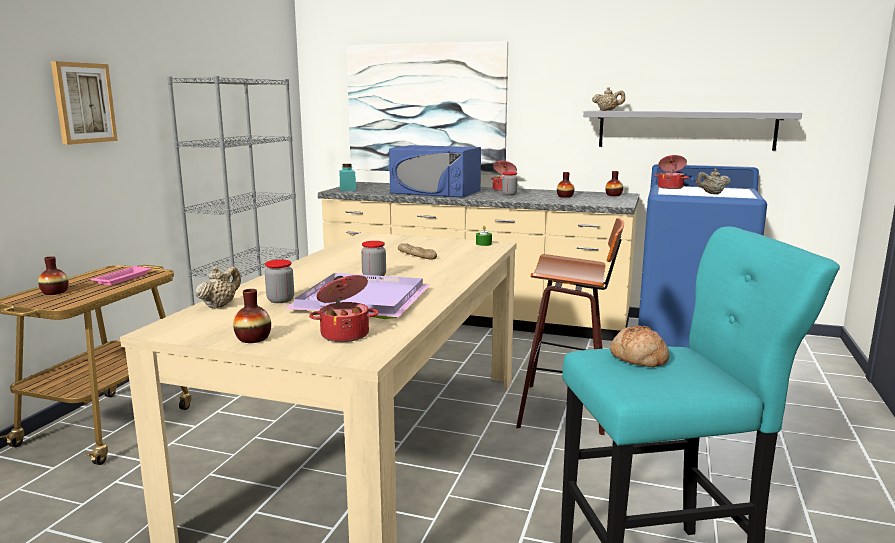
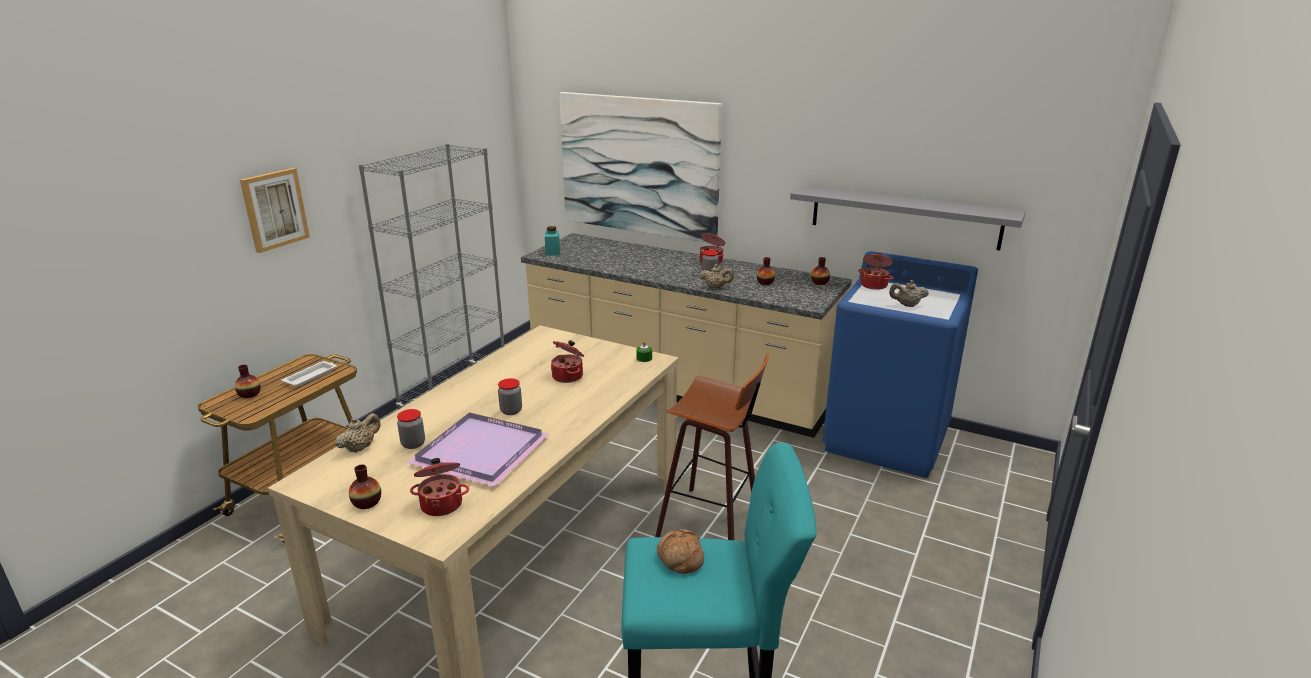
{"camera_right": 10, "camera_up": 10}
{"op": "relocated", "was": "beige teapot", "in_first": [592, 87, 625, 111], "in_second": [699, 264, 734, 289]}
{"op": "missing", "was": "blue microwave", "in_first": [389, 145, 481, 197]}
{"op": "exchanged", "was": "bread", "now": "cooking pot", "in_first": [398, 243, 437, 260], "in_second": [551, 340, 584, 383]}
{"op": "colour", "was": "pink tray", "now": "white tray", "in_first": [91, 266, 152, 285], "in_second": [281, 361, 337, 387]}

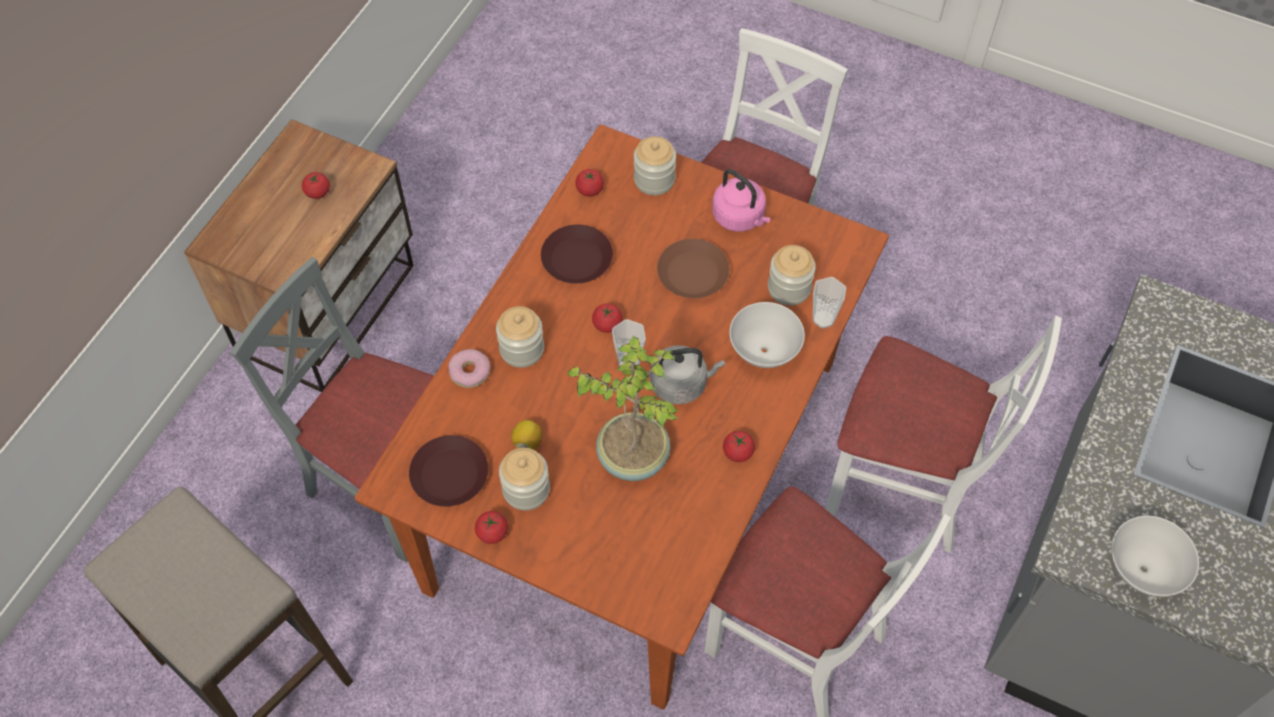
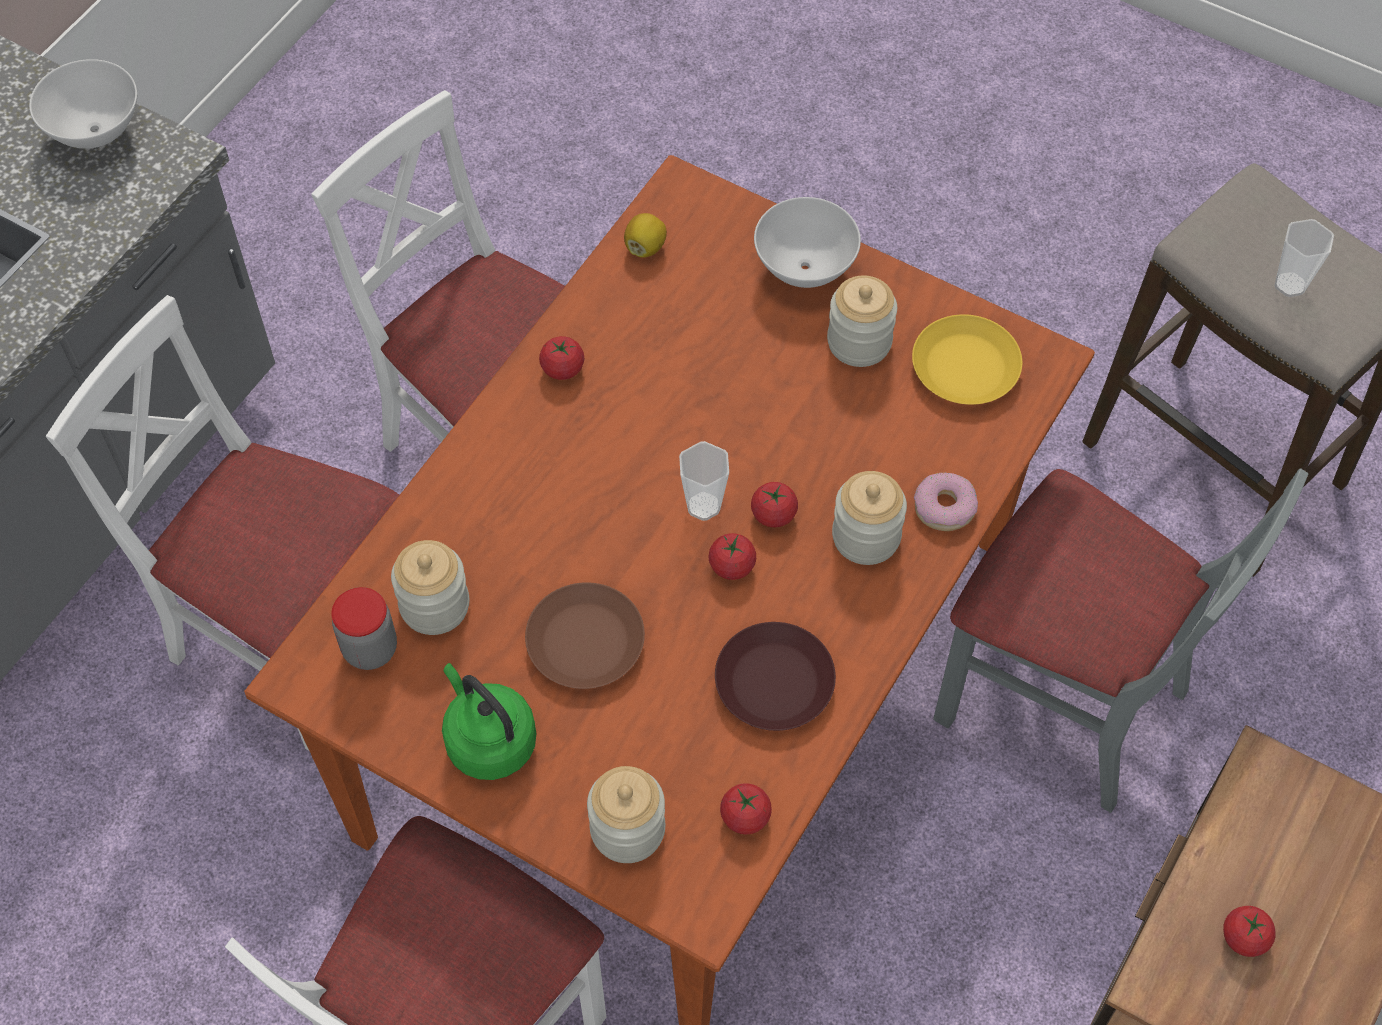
{"camera_right": -175, "camera_up": 0}
{"op": "colour", "was": "pink kettle", "now": "green kettle", "in_first": [712, 169, 771, 232], "in_second": [442, 663, 536, 780]}
{"op": "relocated", "was": "cup", "in_first": [813, 277, 846, 328], "in_second": [1274, 219, 1334, 297]}
{"op": "relocated", "was": "white bowl", "in_first": [729, 302, 805, 368], "in_second": [754, 197, 861, 288]}
{"op": "missing", "was": "potted plant", "in_first": [567, 335, 679, 481]}
{"op": "missing", "was": "grey kettle", "in_first": [650, 346, 725, 404]}
{"op": "relocated", "was": "lemon", "in_first": [511, 420, 542, 450], "in_second": [624, 213, 667, 258]}
{"op": "colour", "was": "brown plate", "now": "yellow plate", "in_first": [409, 435, 488, 507], "in_second": [912, 314, 1022, 405]}
{"op": "relocated", "was": "tomato", "in_first": [475, 511, 508, 544], "in_second": [751, 482, 798, 527]}
{"op": "appeared", "now": "jar", "in_second": [332, 587, 397, 670]}

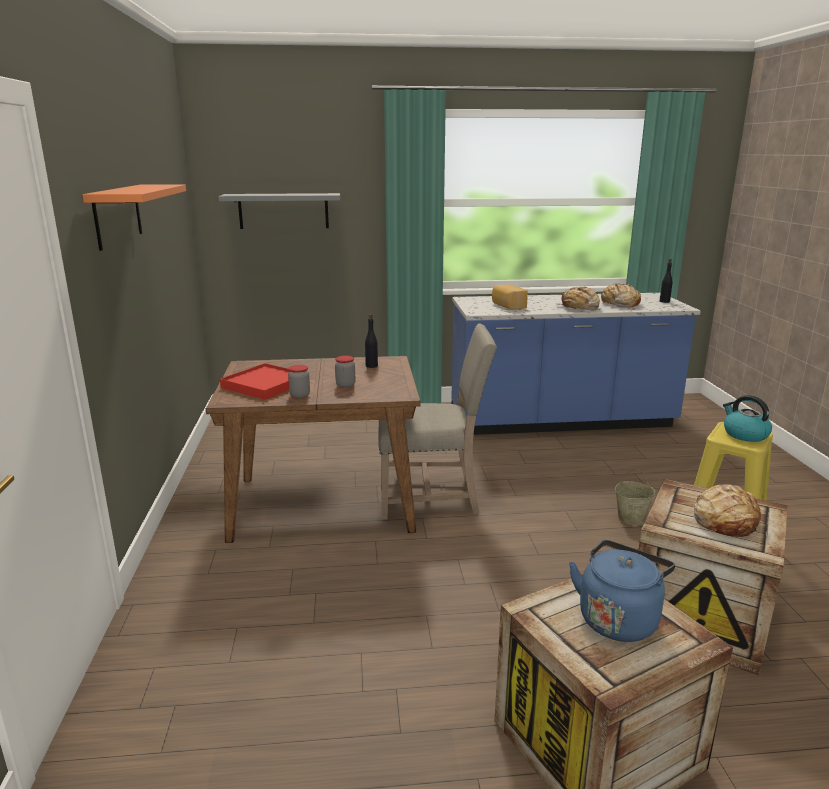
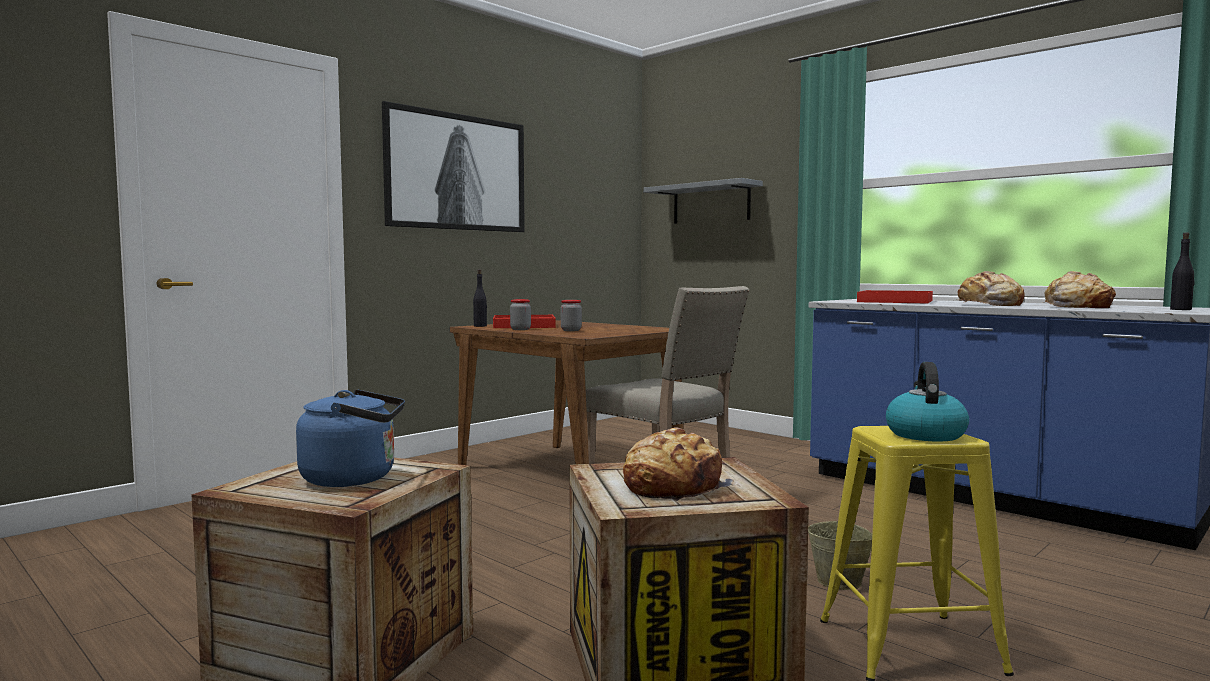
{"camera_right": 50, "camera_up": -15}
{"op": "exchanged", "was": "orange shelf", "now": "picture", "in_first": [83, 184, 186, 251], "in_second": [382, 101, 525, 232]}
{"op": "exchanged", "was": "bread", "now": "red tray", "in_first": [492, 284, 528, 310], "in_second": [857, 290, 933, 303]}
{"op": "relocated", "was": "black bottle", "in_first": [365, 314, 378, 368], "in_second": [473, 269, 487, 327]}

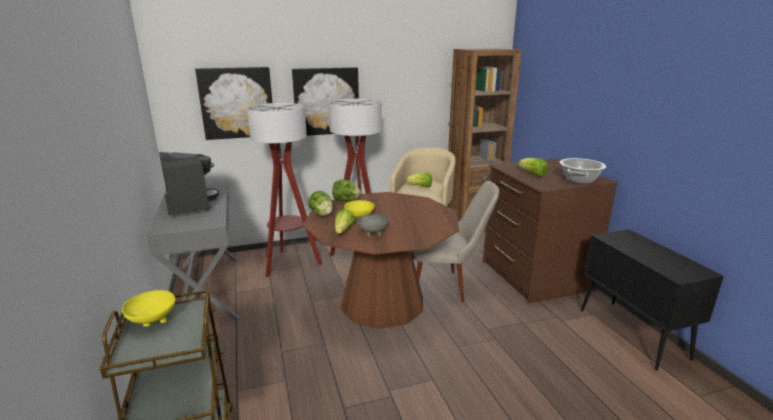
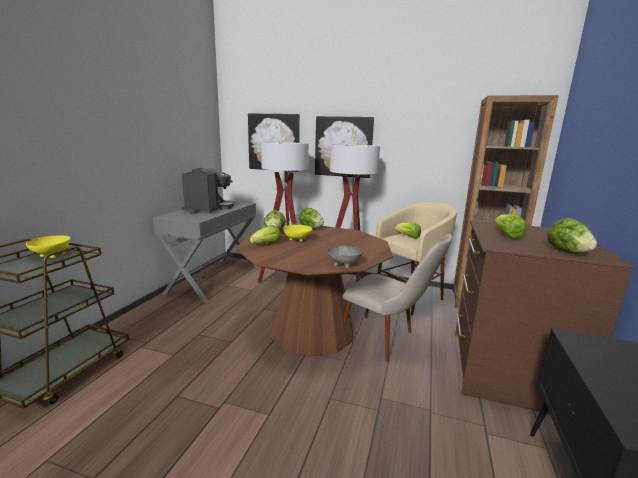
{"camera_right": 35, "camera_up": -5}
{"op": "exchanged", "was": "cooking pot", "now": "lettuce", "in_first": [560, 158, 606, 184], "in_second": [547, 218, 597, 254]}
{"op": "relocated", "was": "grey bowl", "in_first": [356, 214, 389, 236], "in_second": [327, 245, 363, 268]}

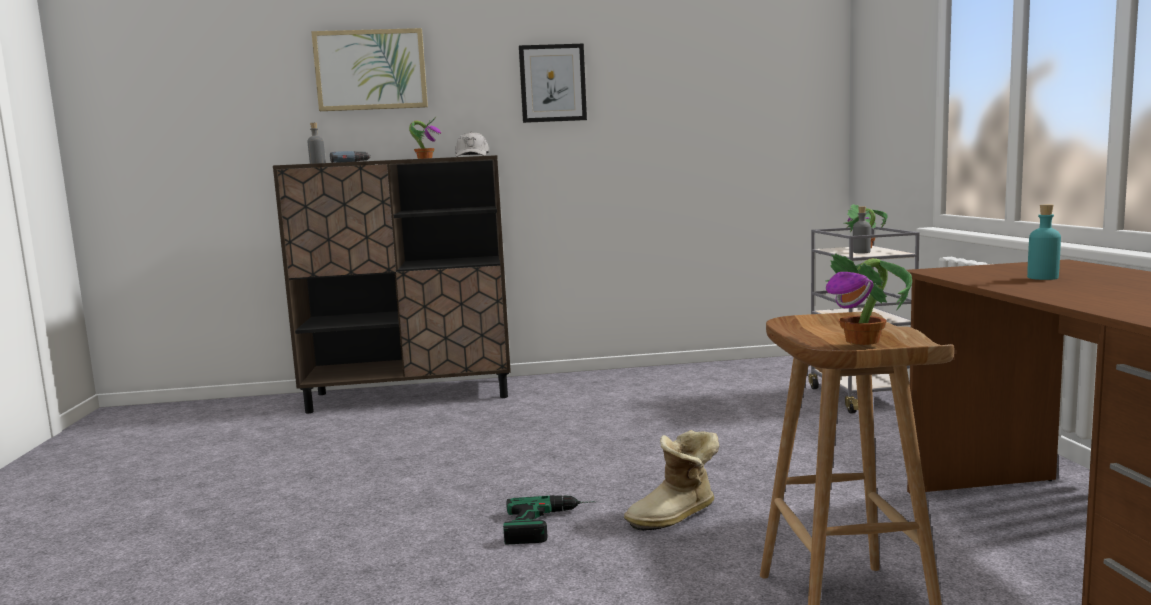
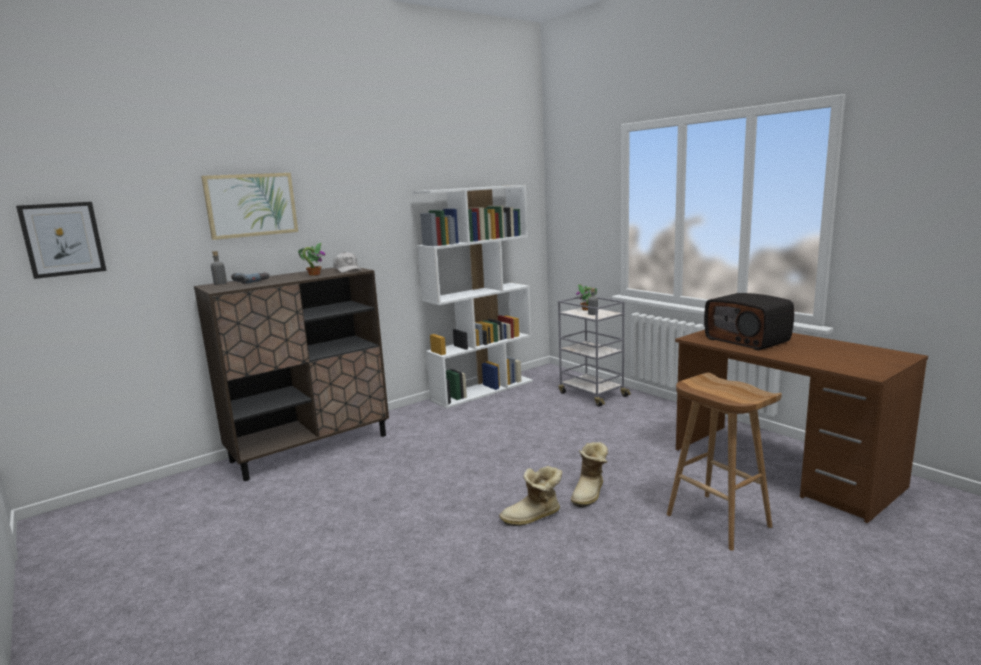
{"camera_right": -30, "camera_up": 5}
{"op": "relocated", "was": "picture", "in_first": [519, 44, 587, 123], "in_second": [16, 202, 107, 279]}
{"op": "exchanged", "was": "turquoise bottle", "now": "radio", "in_first": [1027, 204, 1061, 280], "in_second": [704, 293, 794, 351]}
{"op": "missing", "was": "potted plant", "in_first": [825, 253, 912, 345]}
{"op": "exchanged", "was": "power drill", "now": "boot", "in_first": [503, 495, 596, 545], "in_second": [499, 466, 562, 526]}
{"op": "appeared", "now": "white bookcase", "in_second": [413, 185, 533, 409]}

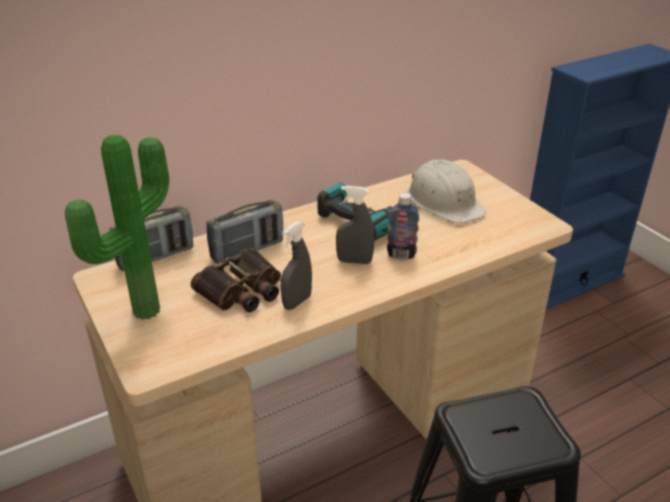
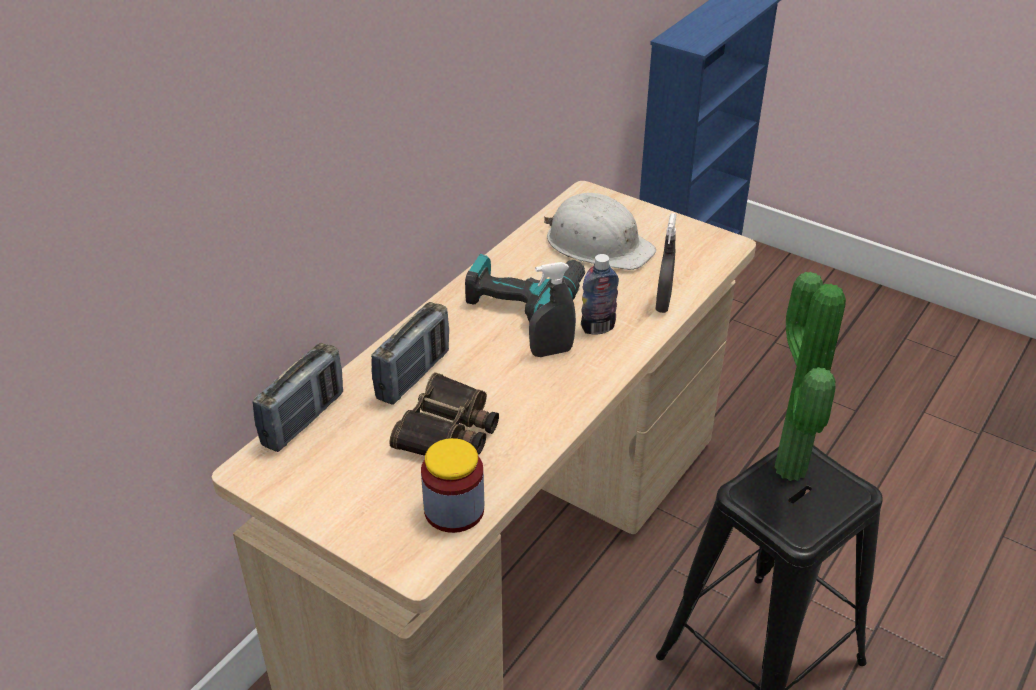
{"camera_right": -25, "camera_up": 5}
{"op": "relocated", "was": "potted plant", "in_first": [65, 135, 169, 320], "in_second": [775, 272, 846, 481]}
{"op": "relocated", "was": "grey spray bottle", "in_first": [281, 221, 312, 310], "in_second": [655, 213, 677, 313]}
{"op": "appeared", "now": "jar", "in_second": [421, 438, 484, 533]}

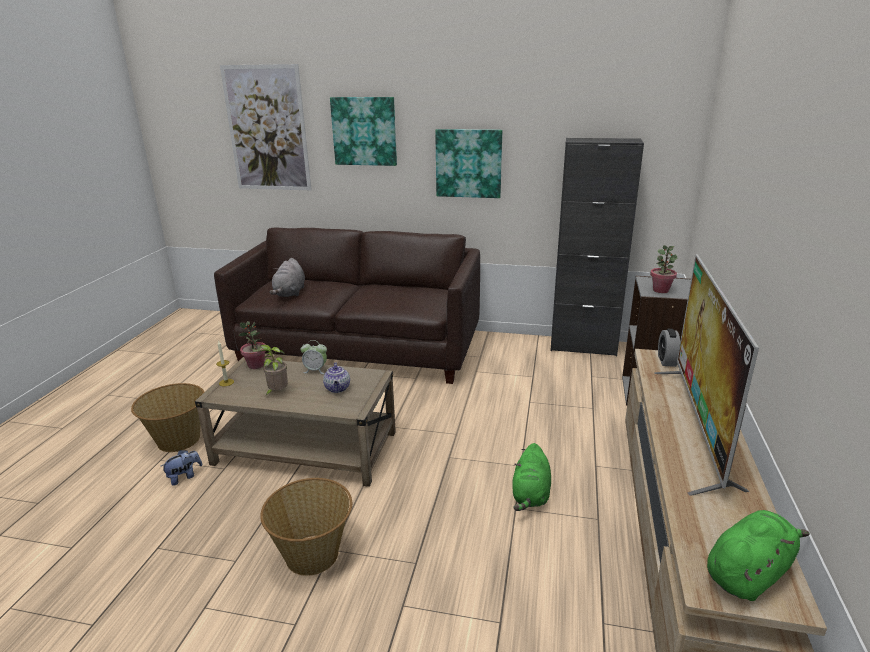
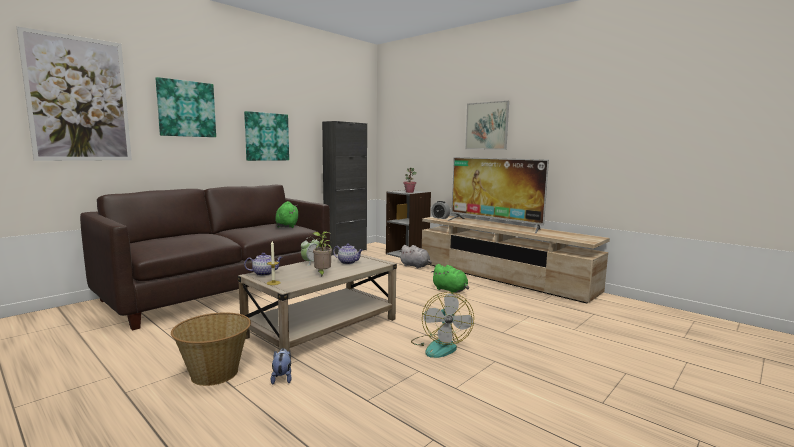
{"camera_right": -60, "camera_up": -15}
{"op": "relocated", "was": "grey plush toy", "in_first": [269, 258, 305, 297], "in_second": [399, 245, 432, 268]}
{"op": "exchanged", "was": "potted plant", "now": "teapot", "in_first": [238, 321, 266, 369], "in_second": [244, 253, 283, 276]}
{"op": "exchanged", "was": "basket", "now": "fan", "in_first": [260, 478, 352, 576], "in_second": [411, 292, 474, 358]}
{"op": "relocated", "was": "green plush toy", "in_first": [707, 510, 810, 601], "in_second": [275, 201, 298, 228]}
{"op": "appeared", "now": "picture", "in_second": [465, 101, 509, 150]}

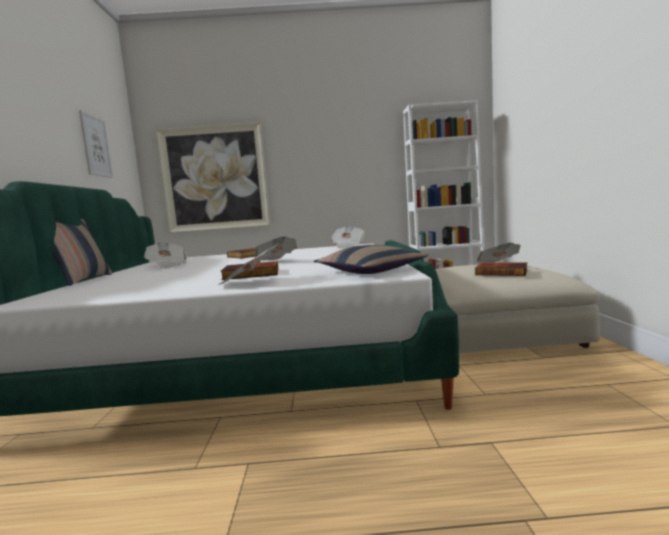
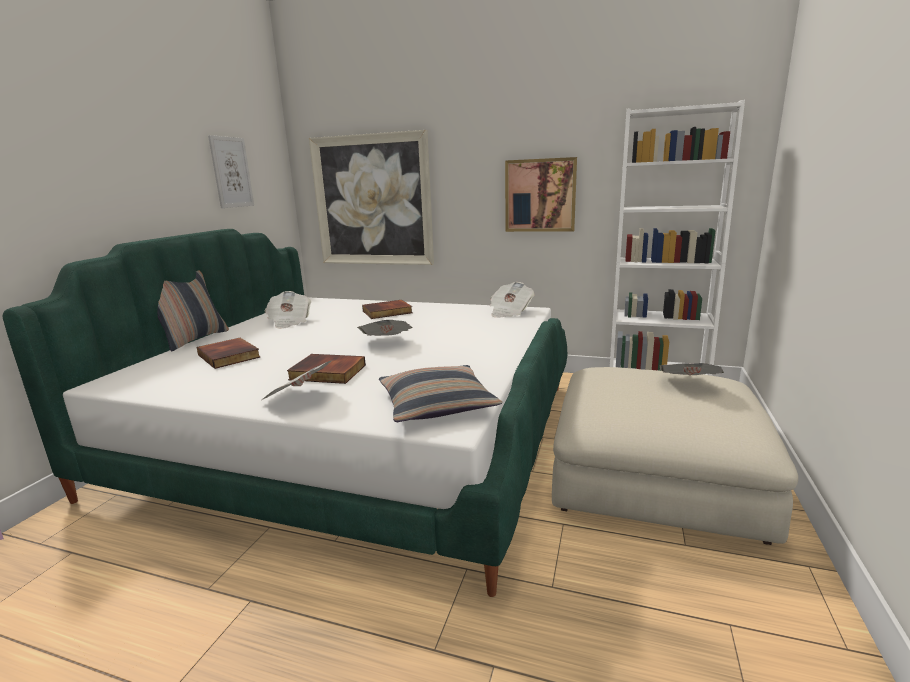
{"camera_right": 20, "camera_up": 10}
{"op": "relocated", "was": "book", "in_first": [475, 262, 528, 276], "in_second": [197, 338, 260, 369]}
{"op": "appeared", "now": "picture", "in_second": [505, 157, 577, 232]}

